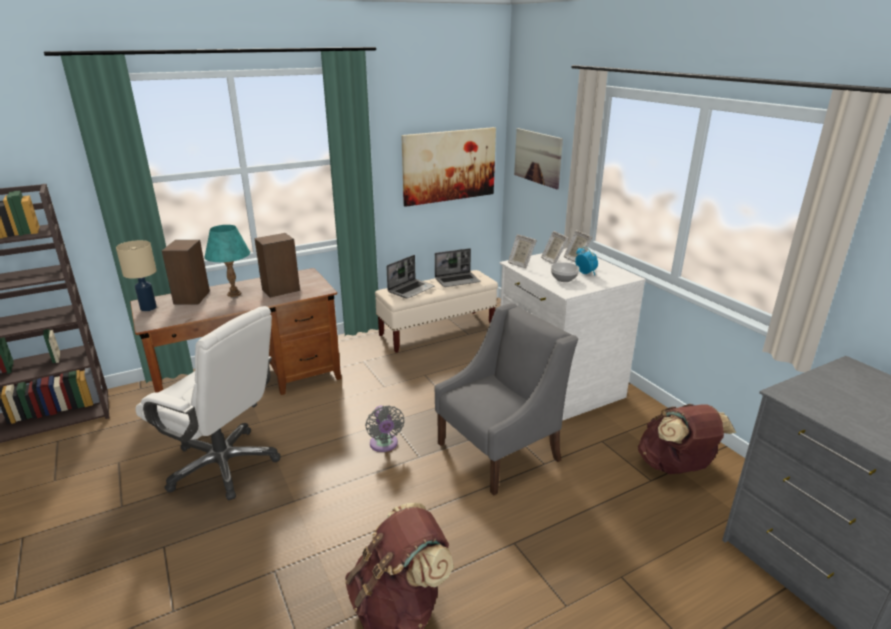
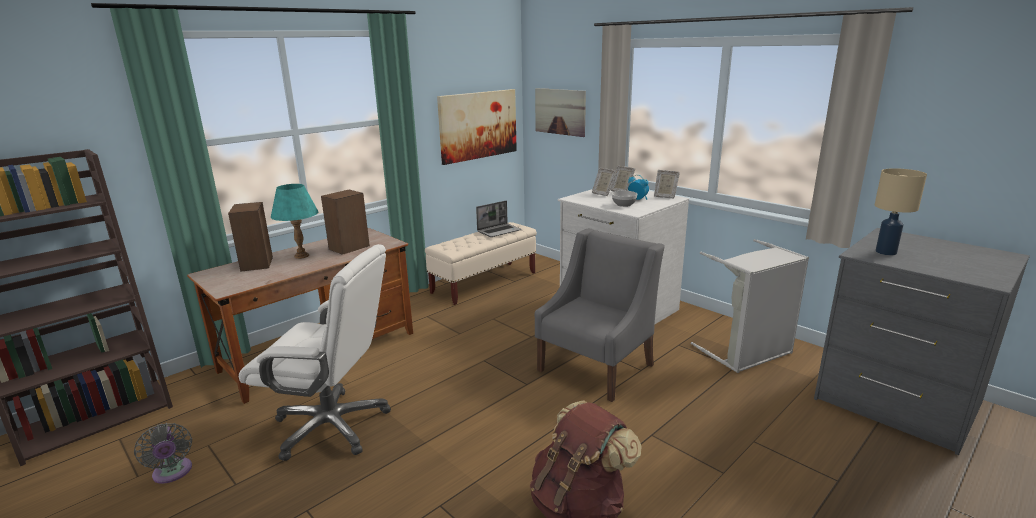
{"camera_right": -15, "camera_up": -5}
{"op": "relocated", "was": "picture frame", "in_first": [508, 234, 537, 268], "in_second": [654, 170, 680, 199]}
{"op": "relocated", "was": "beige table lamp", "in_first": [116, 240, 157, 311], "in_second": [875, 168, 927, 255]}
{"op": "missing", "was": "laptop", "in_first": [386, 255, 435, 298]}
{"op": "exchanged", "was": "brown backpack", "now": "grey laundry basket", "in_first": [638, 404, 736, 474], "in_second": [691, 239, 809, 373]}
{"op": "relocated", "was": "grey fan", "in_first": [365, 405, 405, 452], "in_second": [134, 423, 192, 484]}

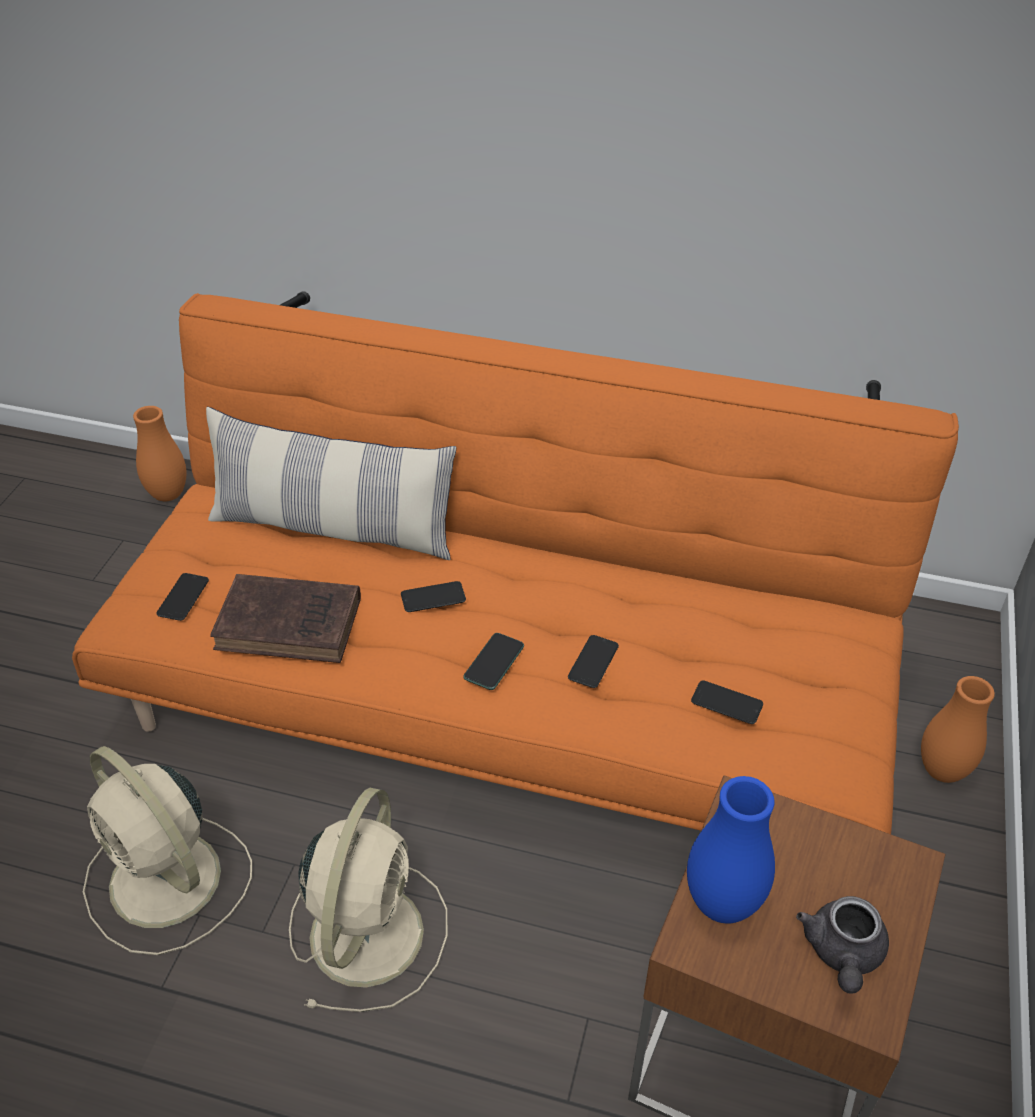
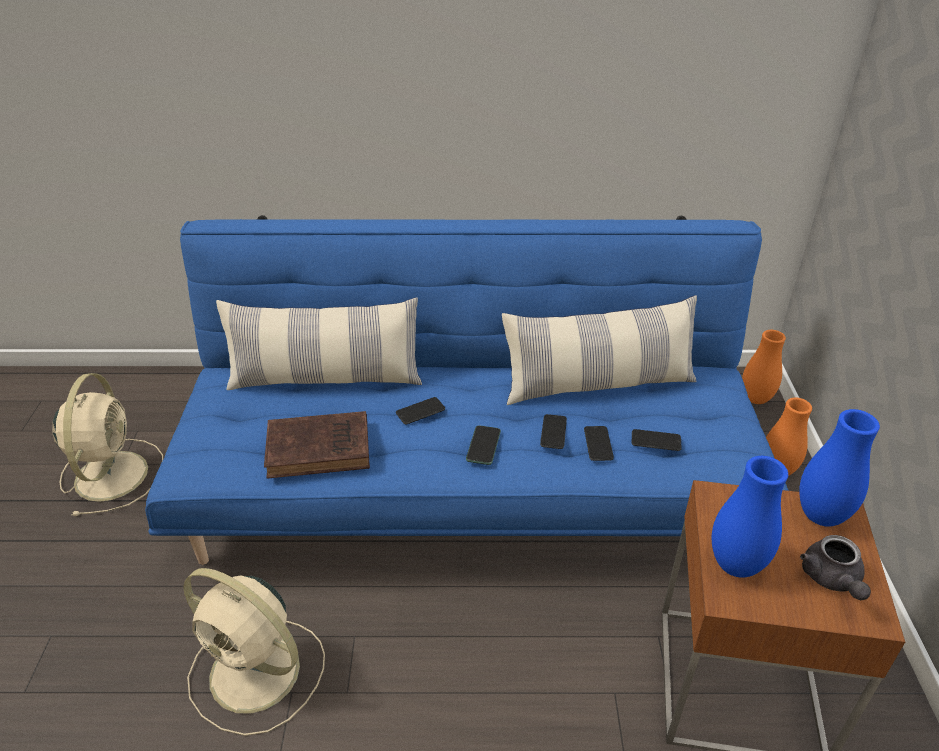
{"camera_right": -15, "camera_up": -5}
{"op": "colour", "was": "orange sofa", "now": "blue sofa", "in_first": [72, 291, 959, 834], "in_second": [145, 215, 789, 565]}
{"op": "relocated", "was": "orange vase", "in_first": [133, 406, 186, 501], "in_second": [742, 330, 786, 404]}
{"op": "relocated", "was": "phone", "in_first": [156, 573, 209, 621], "in_second": [584, 426, 614, 461]}
{"op": "relocated", "was": "beige fan", "in_first": [289, 788, 447, 1012], "in_second": [52, 373, 163, 516]}
{"op": "appeared", "now": "pillow", "in_second": [502, 295, 697, 405]}
{"op": "appeared", "now": "blue vase", "in_second": [799, 409, 880, 527]}

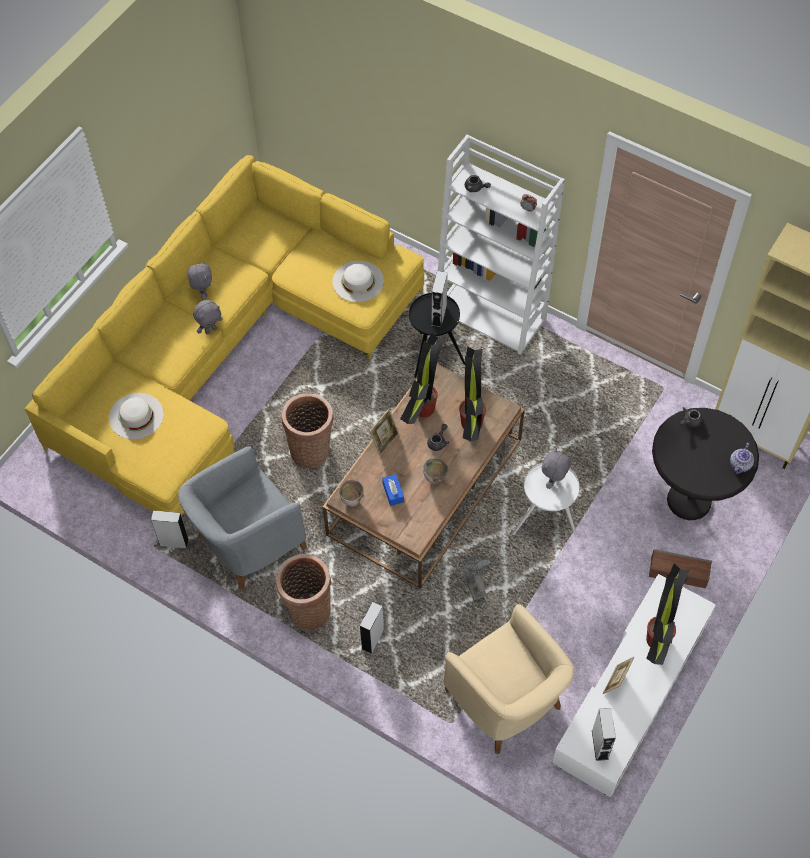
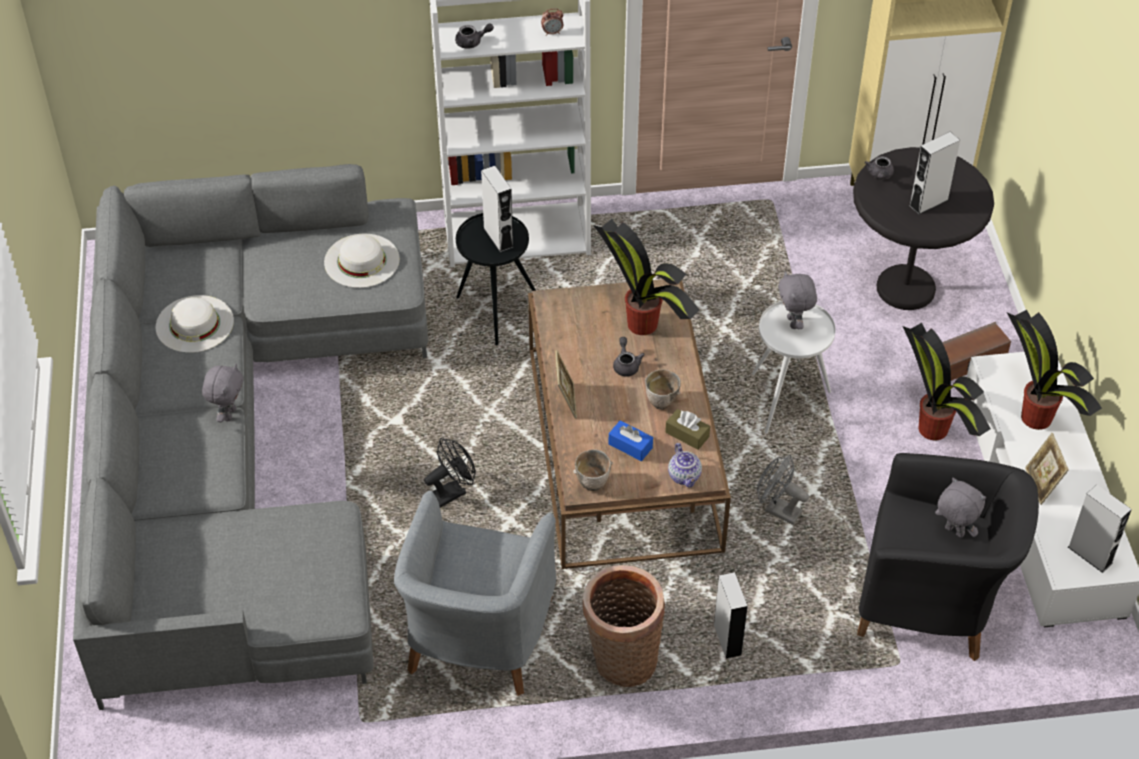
{"camera_right": -40, "camera_up": -10}
{"op": "colour", "was": "yellow sofa", "now": "grey sofa", "in_first": [25, 155, 424, 516], "in_second": [73, 164, 428, 710]}
{"op": "relocated", "was": "grey plush toy", "in_first": [188, 261, 212, 300], "in_second": [935, 478, 986, 538]}
{"op": "relocated", "was": "potted plant", "in_first": [400, 332, 445, 424], "in_second": [903, 323, 991, 440]}
{"op": "relocated", "was": "white hat", "in_first": [109, 393, 164, 439], "in_second": [156, 295, 234, 353]}
{"op": "exchanged", "was": "basket", "now": "black fan", "in_first": [282, 394, 334, 468], "in_second": [424, 438, 476, 508]}
{"op": "relocated", "was": "teapot", "in_first": [730, 443, 754, 474], "in_second": [668, 443, 702, 488]}
{"op": "relocated", "was": "grey speaker", "in_first": [151, 510, 188, 548], "in_second": [909, 132, 960, 214]}
{"op": "colour", "was": "beige armchair", "now": "black armchair", "in_first": [443, 604, 574, 754], "in_second": [857, 453, 1039, 661]}
{"op": "appeared", "now": "brown tissue box", "in_second": [665, 409, 710, 450]}

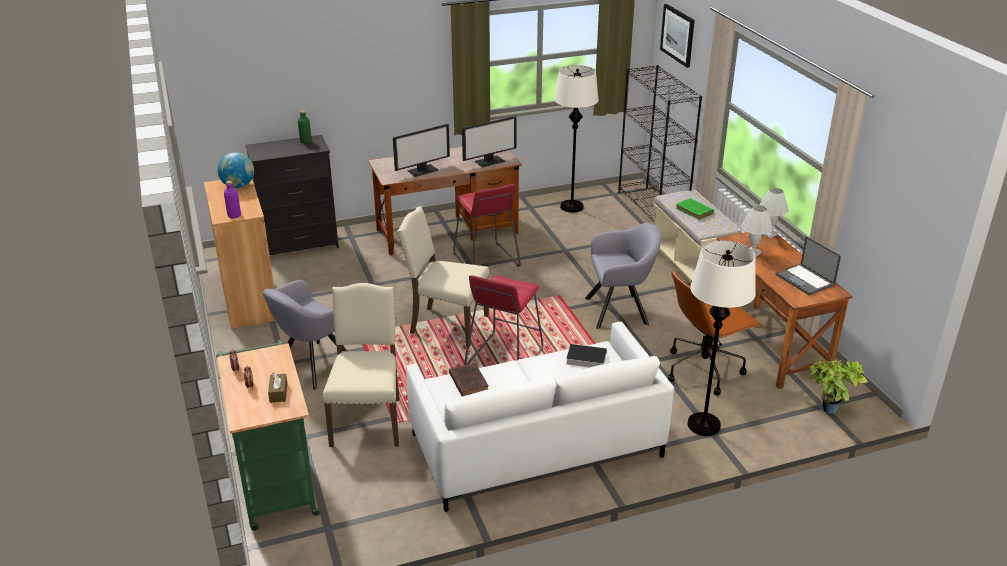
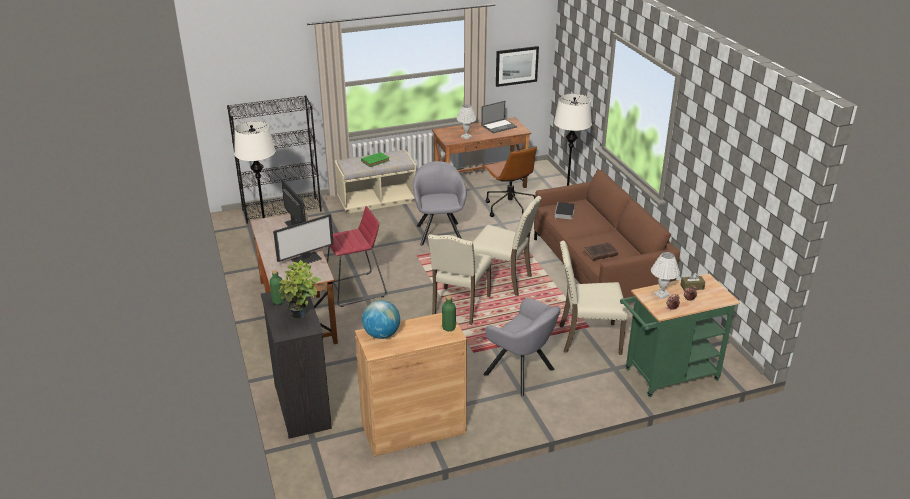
{"camera_right": -90, "camera_up": 0}
{"op": "relocated", "was": "picture", "in_first": [660, 4, 695, 68], "in_second": [496, 46, 539, 87]}
{"op": "spun", "was": "monitor", "in_first": [393, 124, 450, 177], "in_second": [273, 214, 334, 264], "clockwise": 90}
{"op": "colour", "was": "purple bottle", "now": "green bottle", "in_first": [224, 181, 241, 218], "in_second": [442, 295, 456, 331]}
{"op": "relocated", "was": "white table lamp", "in_first": [759, 188, 789, 238], "in_second": [651, 252, 680, 299]}
{"op": "exchanged", "was": "red stool", "now": "beige chair", "in_first": [464, 275, 543, 365], "in_second": [473, 196, 542, 296]}
{"op": "colour", "was": "white sofa", "now": "brown sofa", "in_first": [406, 322, 674, 512], "in_second": [534, 170, 680, 298]}
{"op": "relocated", "was": "potted plant", "in_first": [809, 359, 868, 414], "in_second": [279, 260, 321, 319]}

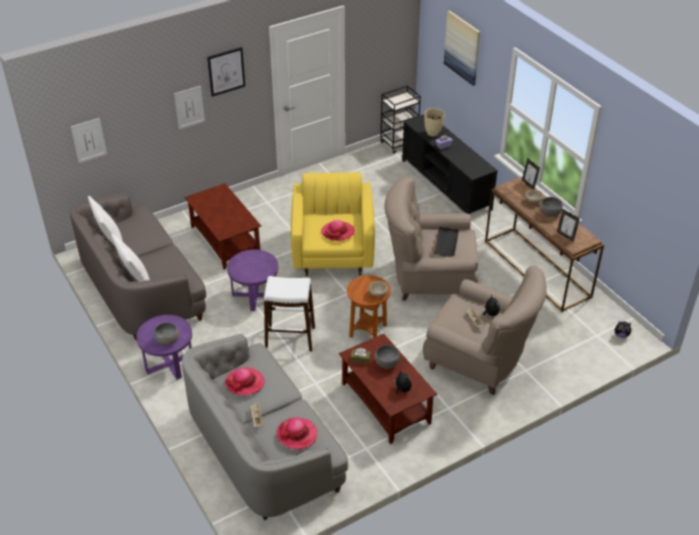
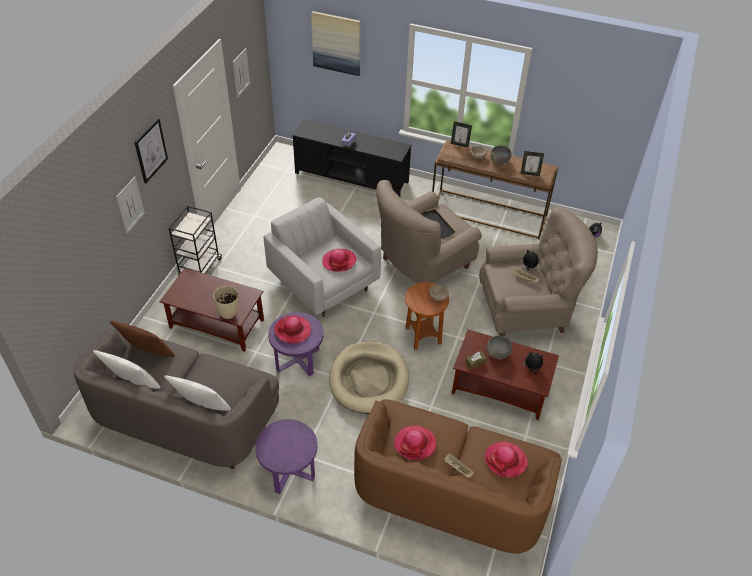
{"camera_right": -40, "camera_up": 5}
{"op": "relocated", "was": "black cart", "in_first": [380, 86, 421, 154], "in_second": [169, 205, 221, 275]}
{"op": "relocated", "was": "beige vase", "in_first": [424, 108, 445, 137], "in_second": [213, 286, 239, 319]}
{"op": "relocated", "was": "picture", "in_first": [71, 118, 107, 163], "in_second": [233, 48, 250, 98]}
{"op": "colour", "was": "yellow armchair", "now": "white armchair", "in_first": [291, 172, 375, 276], "in_second": [264, 197, 381, 317]}
{"op": "exchanged", "was": "white stool", "now": "beige dog bed", "in_first": [264, 276, 315, 351], "in_second": [329, 341, 409, 414]}
{"op": "missing", "was": "grey bowl", "in_first": [154, 322, 179, 345]}
{"op": "colour", "was": "grey sofa", "now": "brown sofa", "in_first": [182, 334, 348, 520], "in_second": [354, 399, 562, 554]}
{"op": "appeared", "now": "hat", "in_second": [274, 315, 311, 344]}
{"op": "appeared", "now": "brown pillow", "in_second": [109, 321, 175, 357]}

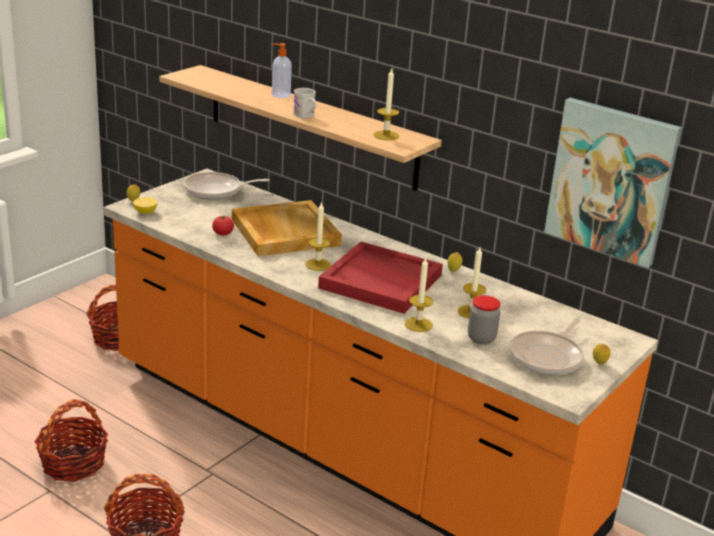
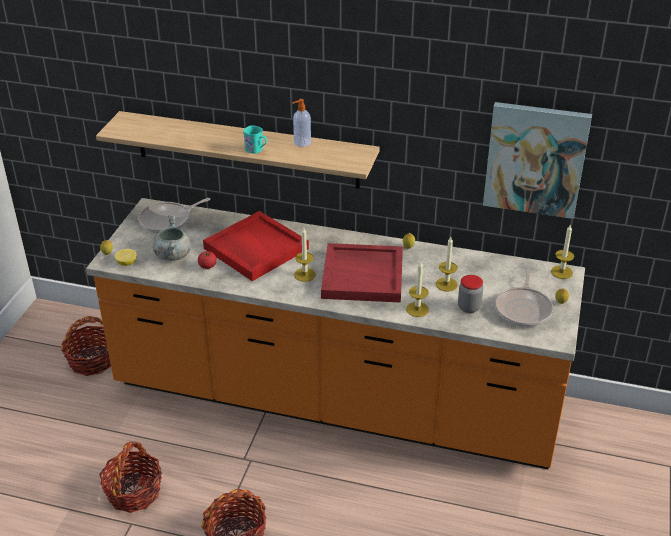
{"camera_right": -20, "camera_up": 10}
{"op": "relocated", "was": "soap dispenser", "in_first": [271, 43, 292, 98], "in_second": [292, 99, 311, 147]}
{"op": "relocated", "was": "candle", "in_first": [374, 68, 399, 140], "in_second": [551, 224, 574, 279]}
{"op": "colour", "was": "white mug", "now": "turquoise mug", "in_first": [293, 88, 316, 118], "in_second": [243, 125, 267, 154]}
{"op": "colour", "was": "beige tray", "now": "red tray", "in_first": [232, 200, 342, 256], "in_second": [203, 211, 309, 281]}
{"op": "appeared", "now": "grey cooking pot", "in_second": [153, 215, 191, 261]}

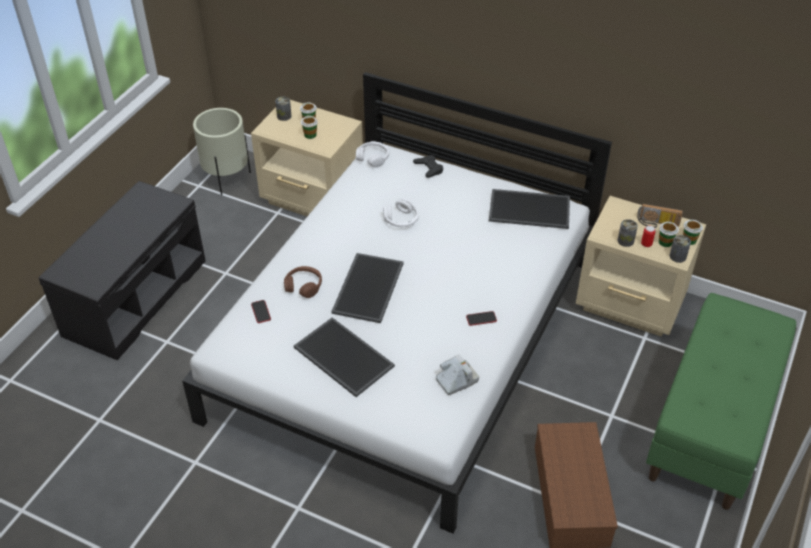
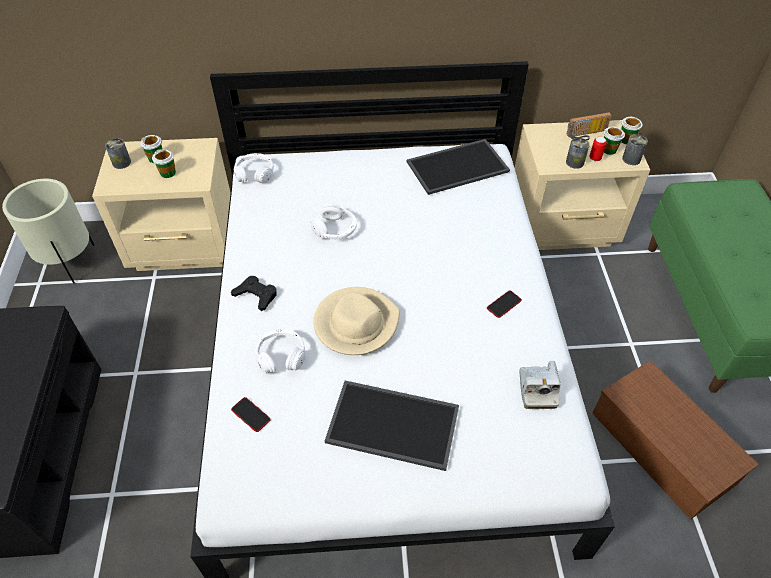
{"camera_right": -30, "camera_up": 5}
{"op": "relocated", "was": "black game controller", "in_first": [413, 155, 443, 178], "in_second": [231, 276, 277, 311]}
{"op": "exchanged", "was": "tray", "now": "beige hat", "in_first": [331, 253, 404, 323], "in_second": [313, 287, 400, 355]}
{"op": "colour", "was": "brown headphones", "now": "white headphones", "in_first": [284, 266, 322, 298], "in_second": [255, 328, 305, 374]}
{"op": "spun", "was": "photo camera", "in_first": [436, 355, 479, 395], "in_second": [519, 361, 561, 409], "clockwise": 150}

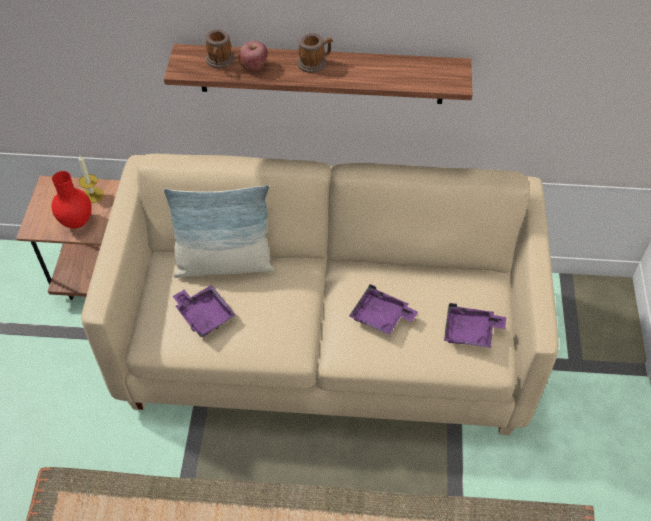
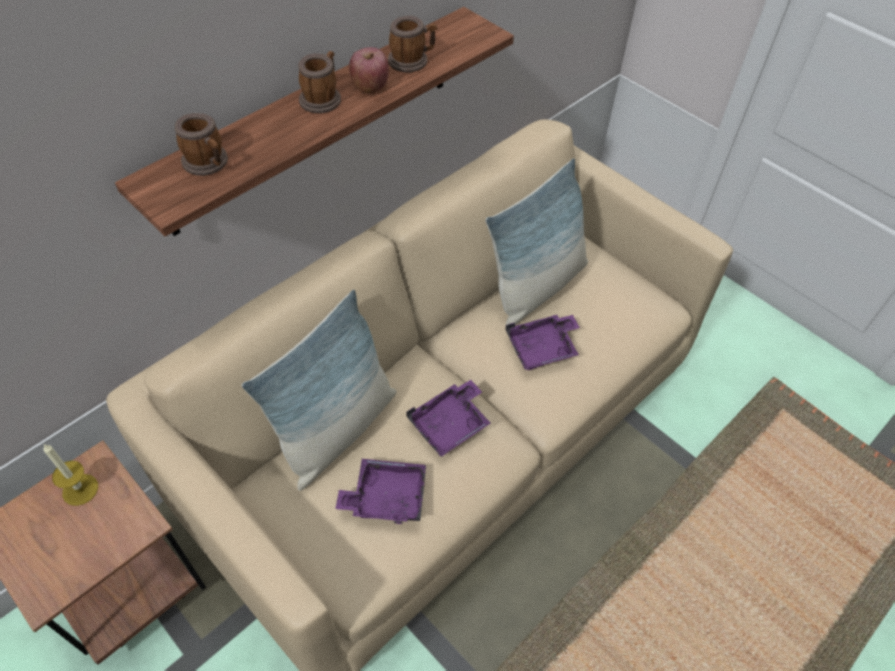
{"camera_right": -50, "camera_up": 0}
{"op": "relocated", "was": "apple", "in_first": [239, 41, 267, 71], "in_second": [349, 47, 389, 93]}
{"op": "missing", "was": "red vase", "in_first": [52, 171, 92, 229]}
{"op": "relocated", "was": "purple tray", "in_first": [444, 303, 506, 348], "in_second": [406, 380, 491, 457]}
{"op": "appeared", "now": "mug", "in_second": [388, 16, 437, 73]}
{"op": "appeared", "now": "pillow", "in_second": [485, 158, 588, 325]}

